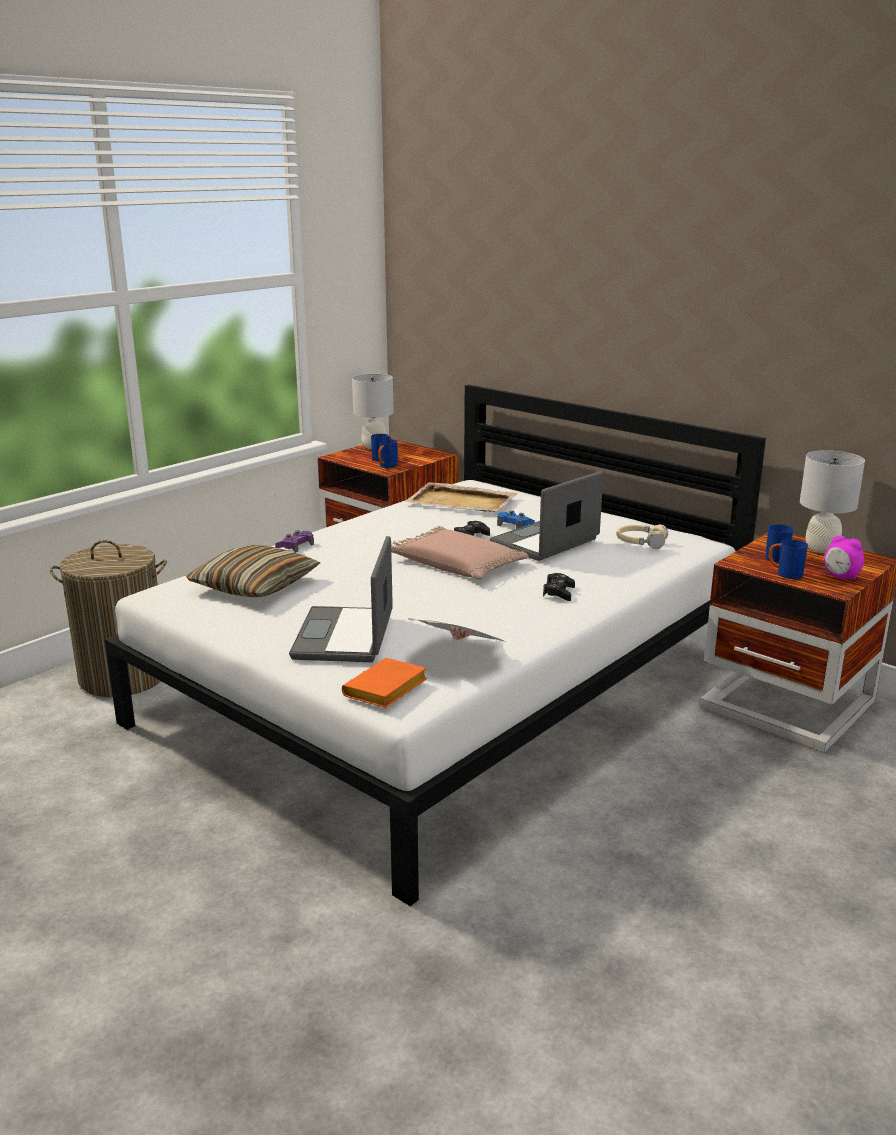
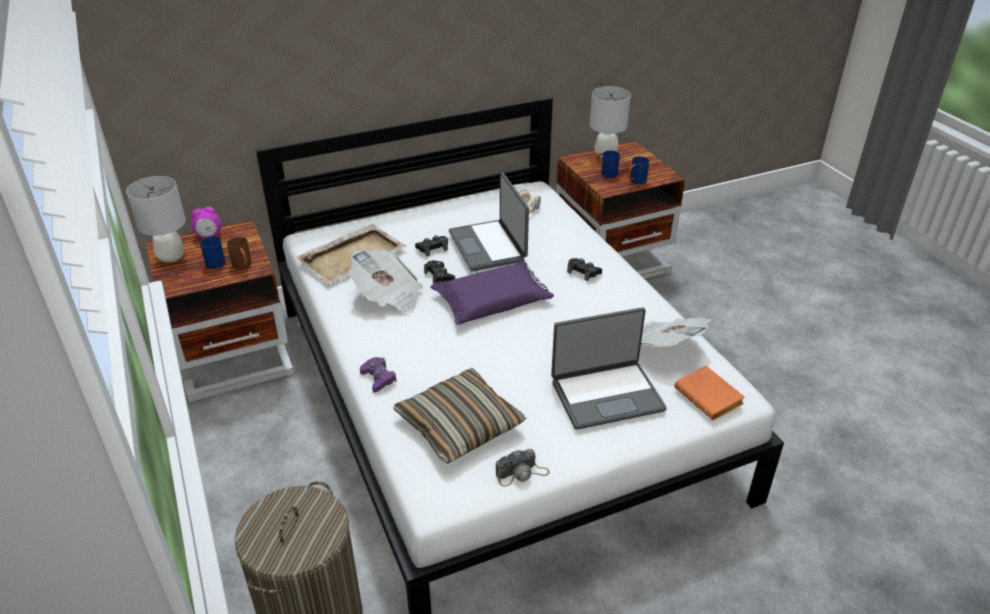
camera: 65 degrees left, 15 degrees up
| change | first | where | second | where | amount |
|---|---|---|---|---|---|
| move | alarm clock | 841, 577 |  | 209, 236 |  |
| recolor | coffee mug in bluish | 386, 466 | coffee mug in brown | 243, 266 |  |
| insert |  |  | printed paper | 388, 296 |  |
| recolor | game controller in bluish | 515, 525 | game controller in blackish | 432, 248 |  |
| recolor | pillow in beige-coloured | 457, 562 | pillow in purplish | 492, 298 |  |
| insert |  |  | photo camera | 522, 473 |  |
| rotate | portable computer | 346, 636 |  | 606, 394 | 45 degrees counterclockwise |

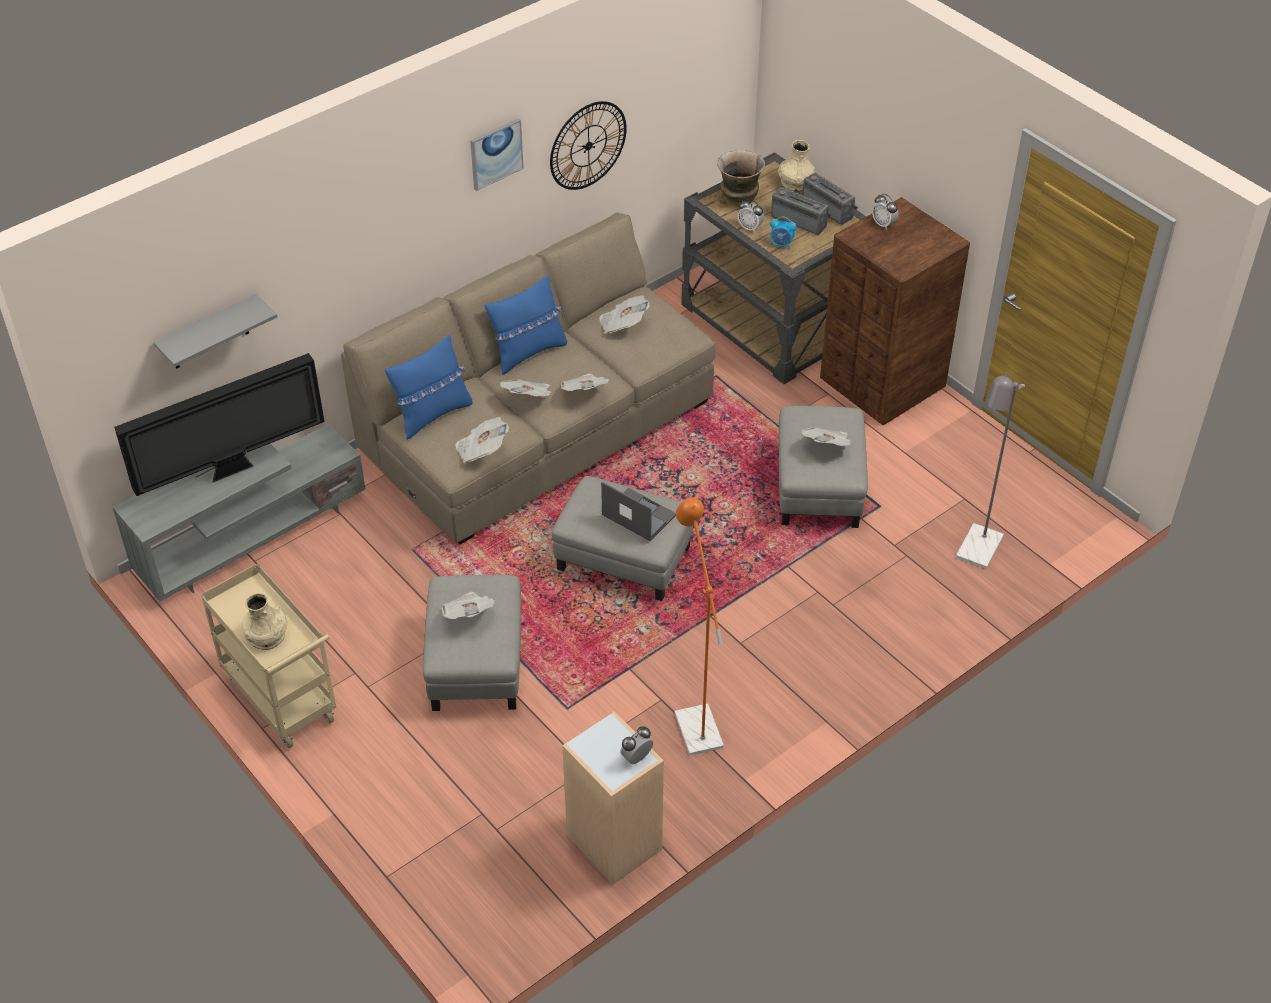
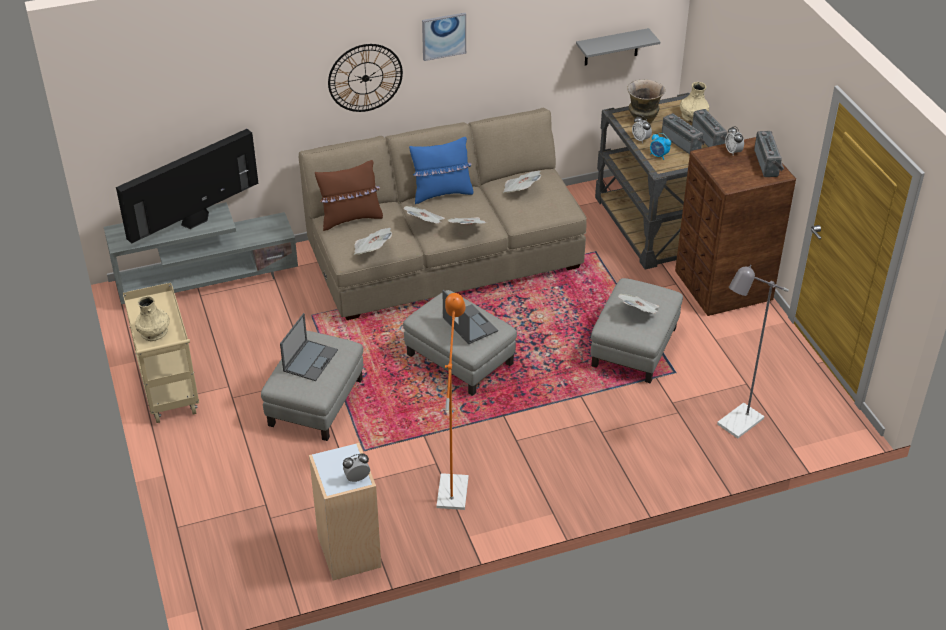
camera: 20 degrees right, 5 degrees down
| change | first | where | second | where | amount |
|---|---|---|---|---|---|
| rotate | TV | 233, 469 |  | 195, 221 | 150 degrees clockwise |
| replace | printed paper | 468, 615 | portable computer | 310, 360 |  |
| recolor | pillow in bluish | 432, 414 | pillow in brown | 350, 218 |  |
| move | wall clock | 588, 145 |  | 365, 78 |  |
| move | shelf in grey | 209, 333 |  | 611, 47 |  |
| insert |  |  | radio set | 768, 163 |  |

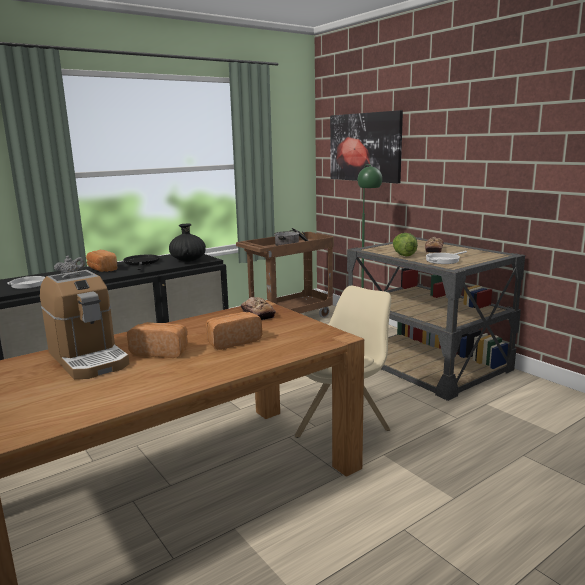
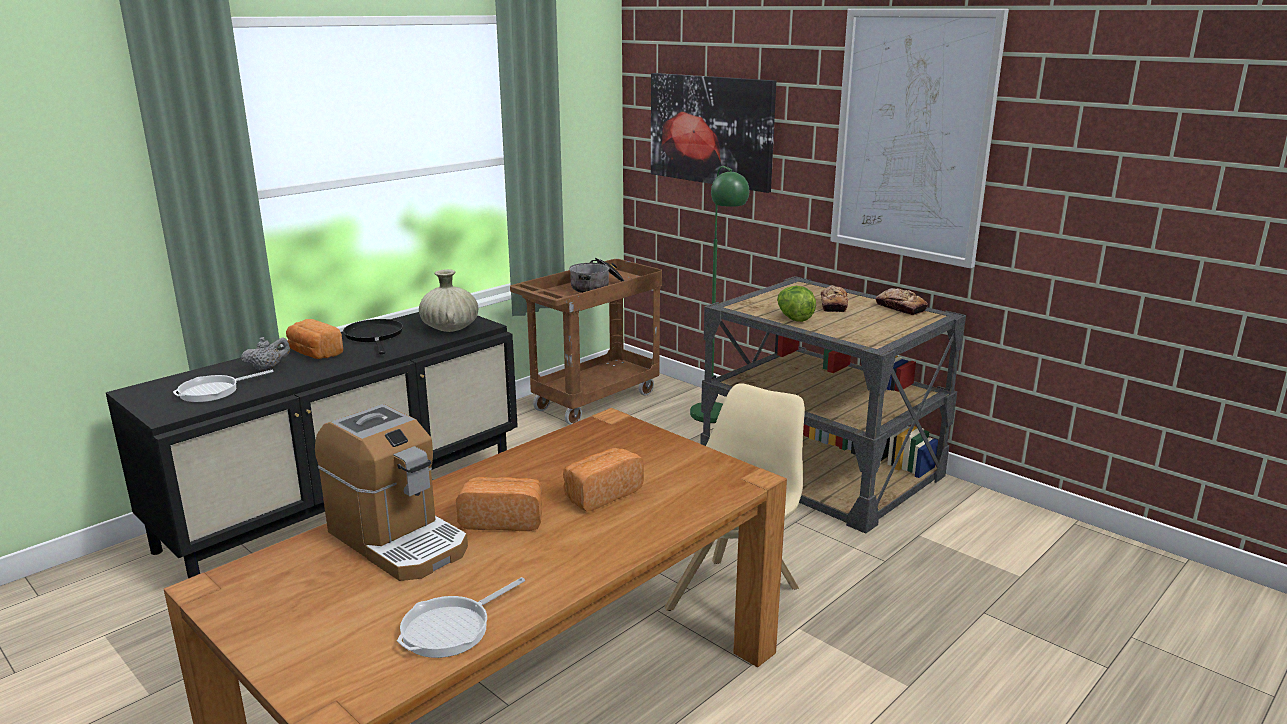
camera: 10 degrees left, 5 degrees up
| change | first | where | second | where | amount |
|---|---|---|---|---|---|
| move | frying pan | 444, 260 |  | 451, 628 |  |
| recolor | flower vase in blackish | 188, 260 | flower vase in beige-coloured | 450, 329 |  |
| insert |  |  | wall picture | 912, 136 |  |
| move | baked bread | 257, 314 |  | 900, 308 |  |

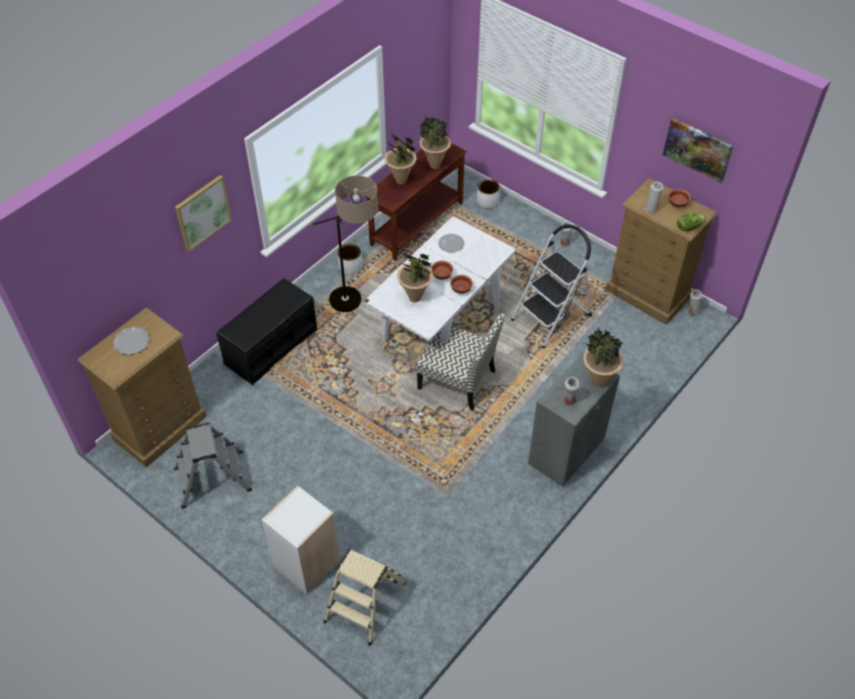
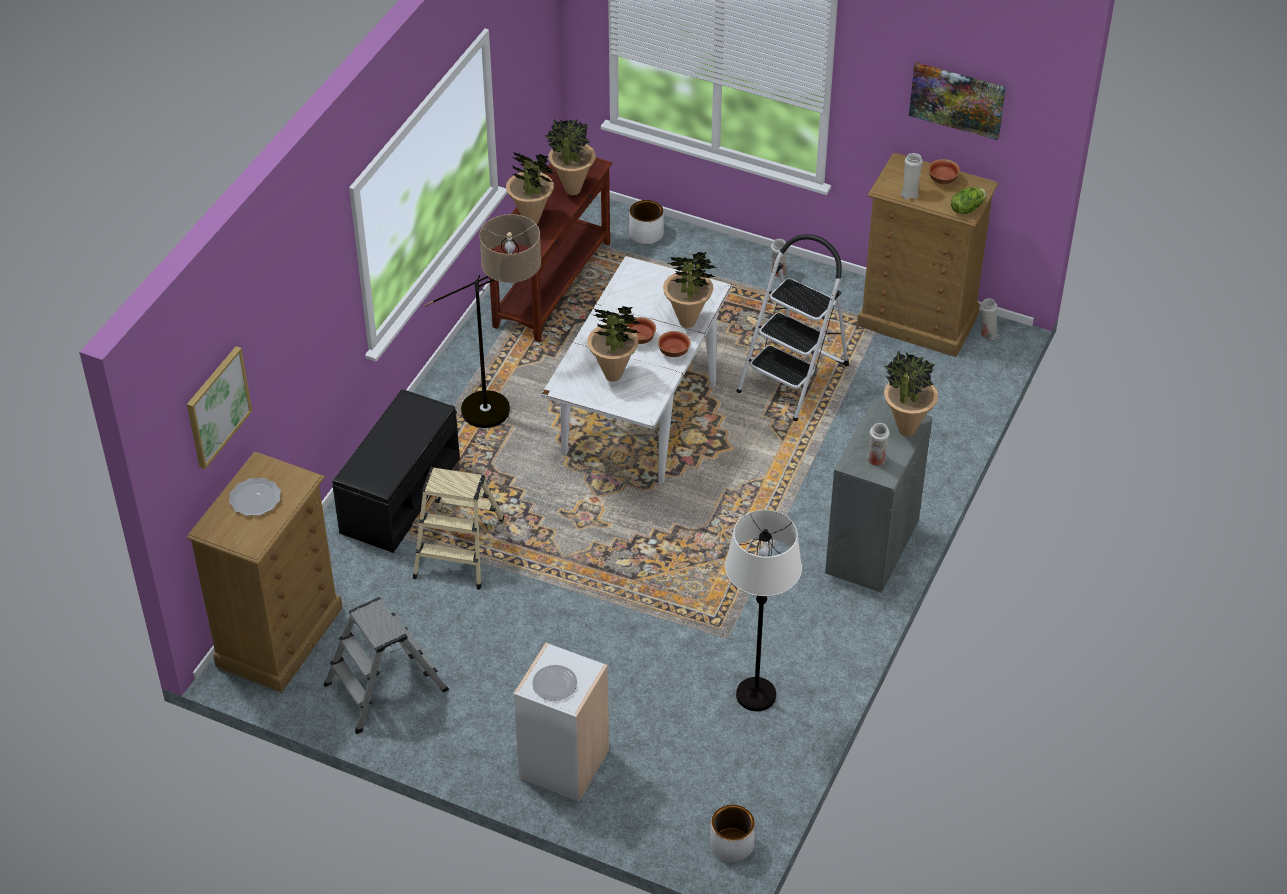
camera: 15 degrees left, 5 degrees down
| change | first | where | second | where | amount |
|---|---|---|---|---|---|
| move | wall picture | 203, 212 |  | 217, 406 |  |
| move | stepladder in beige-coloured | 365, 601 |  | 459, 547 |  |
| move | plate | 450, 244 |  | 554, 684 |  |
| insert |  |  | houseplant | 687, 322 |  |
| move | flower pot in whitish | 350, 267 |  | 731, 845 |  |
| insert |  |  | floor lamp in whitish | 756, 695 |  |
| delete | plain chair | 458, 380 |  |  |  |

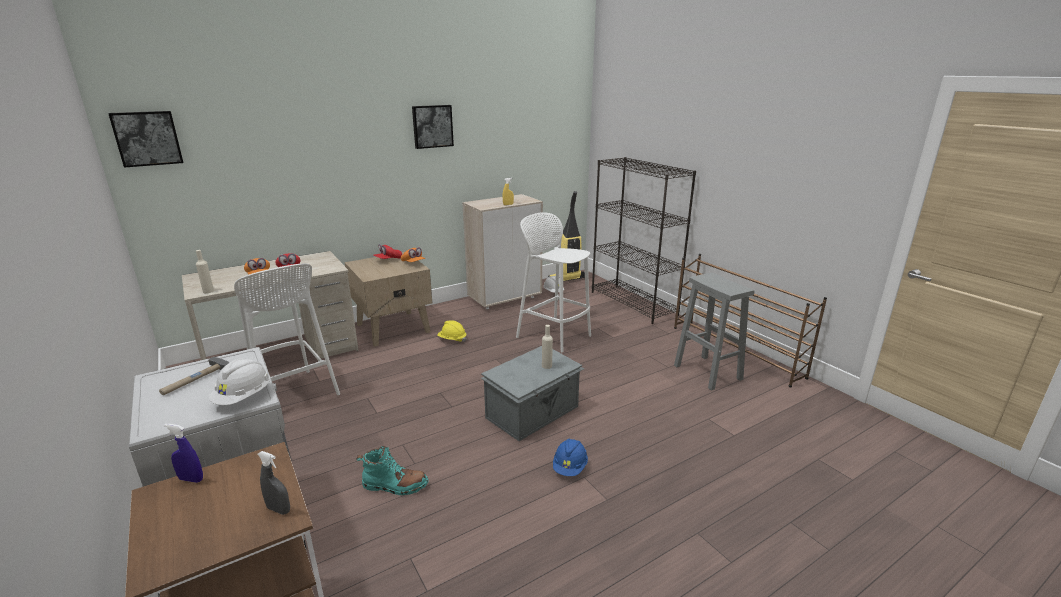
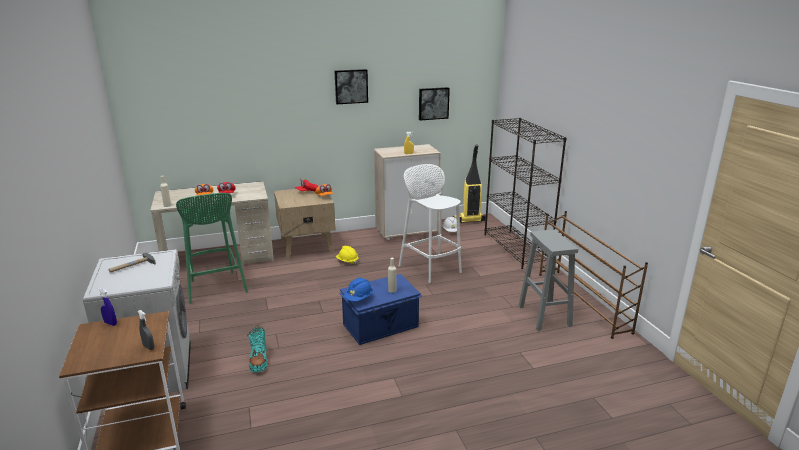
camera: 15 degrees right, 0 degrees up
| change | first | where | second | where | amount |
|---|---|---|---|---|---|
| recolor | stool seat in whitish | 292, 394 | stool seat in green | 216, 288 |  |
| rotate | high-top boot in blue-green | 395, 486 |  | 259, 360 | 60 degrees clockwise |
| recolor | storage container in grey | 533, 412 | storage container in bluish | 381, 326 |  |
| move | hard hat in bluish | 570, 467 |  | 359, 298 |  |
| move | wall picture | 147, 138 |  | 433, 103 |  |
| delete | hard hat in whitish | 243, 397 |  |  |  |

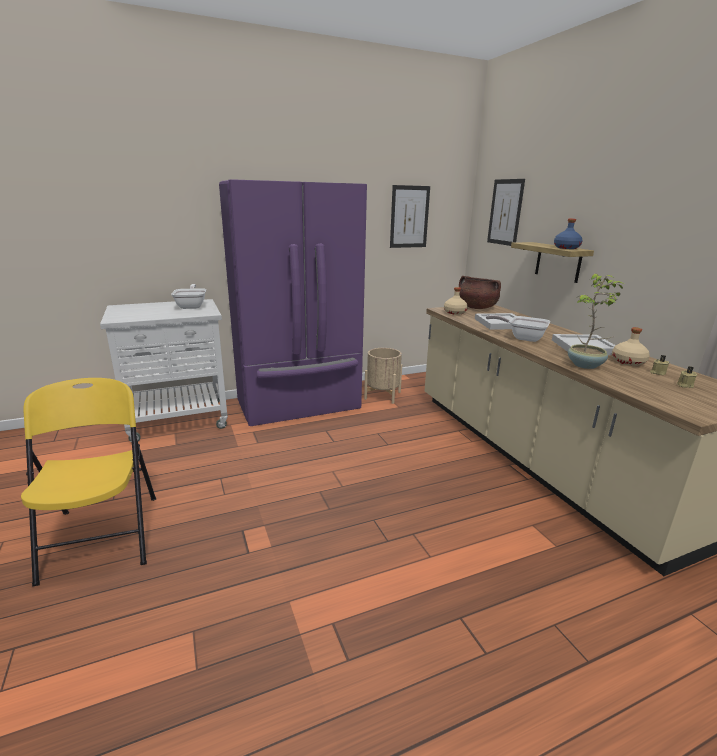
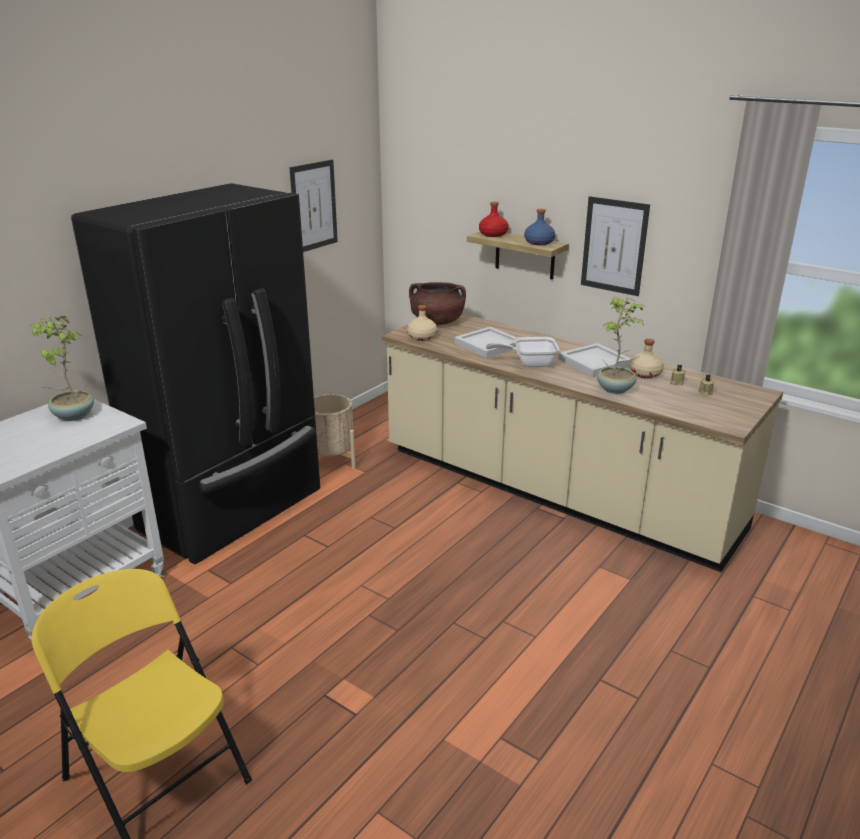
camera: 30 degrees left, 5 degrees up
| change | first | where | second | where | amount |
|---|---|---|---|---|---|
| replace | frying pan | 192, 306 | houseplant | 72, 416 |  |
| recolor | kitchen fridge in purplish | 301, 406 | kitchen fridge in blackish | 237, 510 |  |
| insert |  |  | beverage bottle in red-coloured | 493, 234 |  |
| move | wall picture | 505, 212 |  | 614, 246 |  |

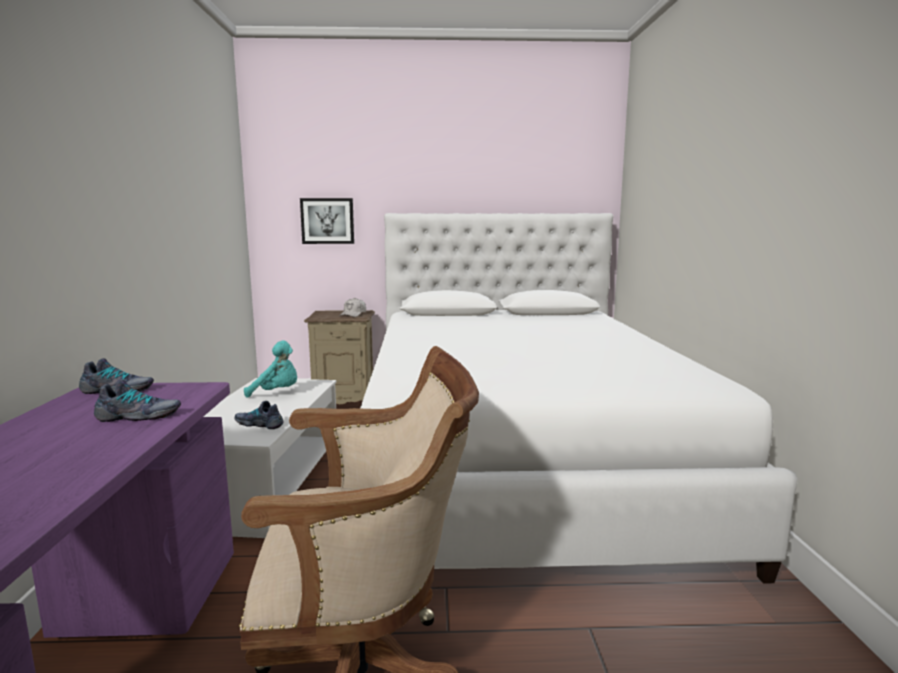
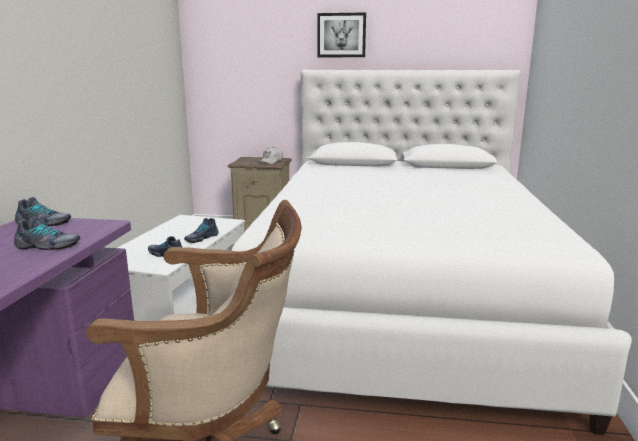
camera: 10 degrees right, 5 degrees up
| change | first | where | second | where | amount |
|---|---|---|---|---|---|
| insert |  |  | shoe | 201, 238 |  |
| move | wall picture | 327, 221 |  | 341, 35 |  |
| delete | plush toy in blue-green | 277, 393 |  |  |  |

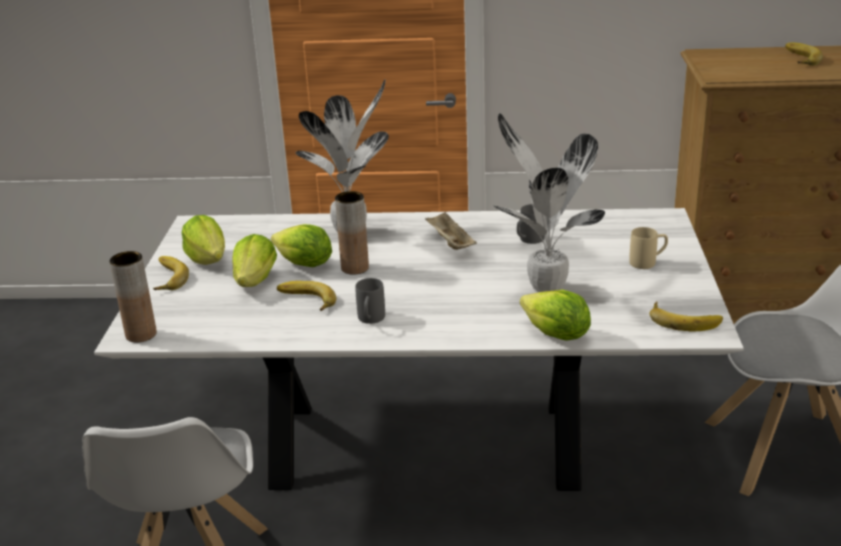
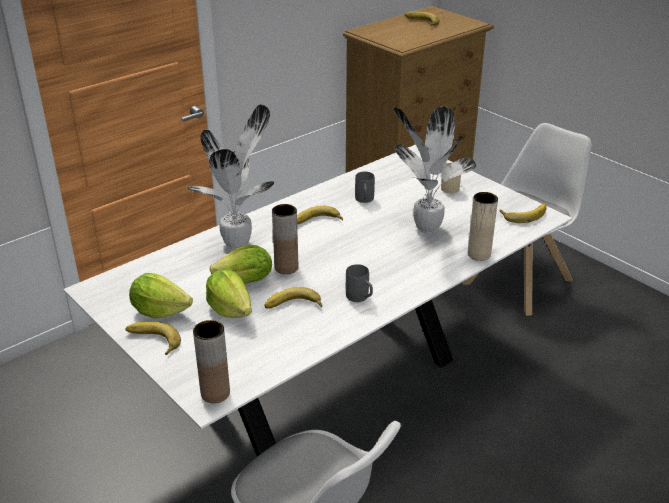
camera: 45 degrees left, 5 degrees up
| change | first | where | second | where | amount |
|---|---|---|---|---|---|
| replace | serving tray in beige-coloured | 450, 242 | banana fruit | 318, 222 |  |
| replace | lettuce head | 556, 335 | flower vase in beige-coloured | 479, 254 |  |

